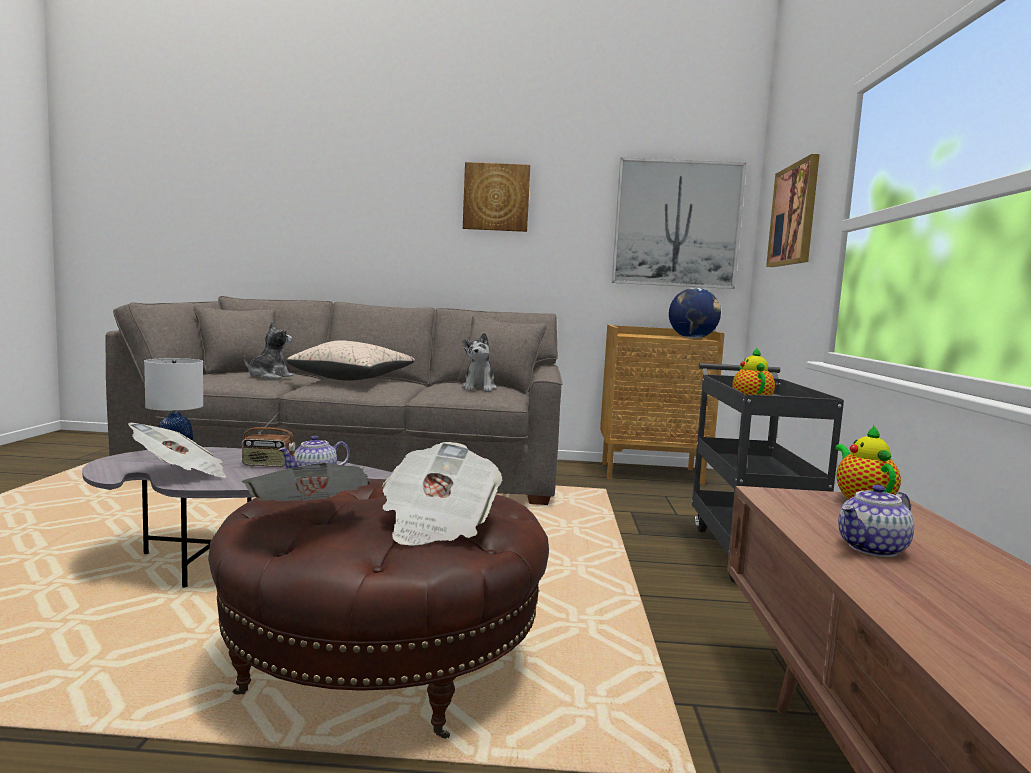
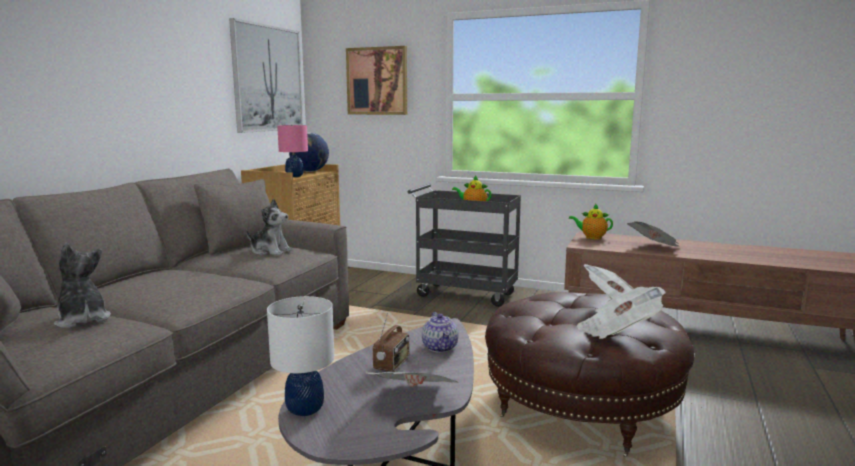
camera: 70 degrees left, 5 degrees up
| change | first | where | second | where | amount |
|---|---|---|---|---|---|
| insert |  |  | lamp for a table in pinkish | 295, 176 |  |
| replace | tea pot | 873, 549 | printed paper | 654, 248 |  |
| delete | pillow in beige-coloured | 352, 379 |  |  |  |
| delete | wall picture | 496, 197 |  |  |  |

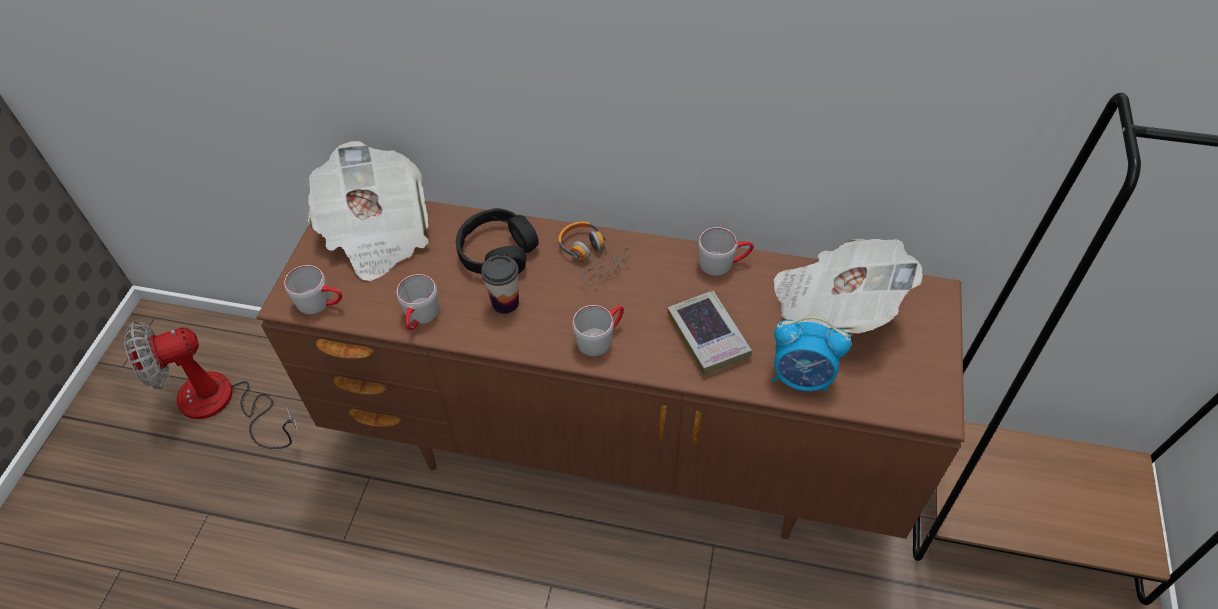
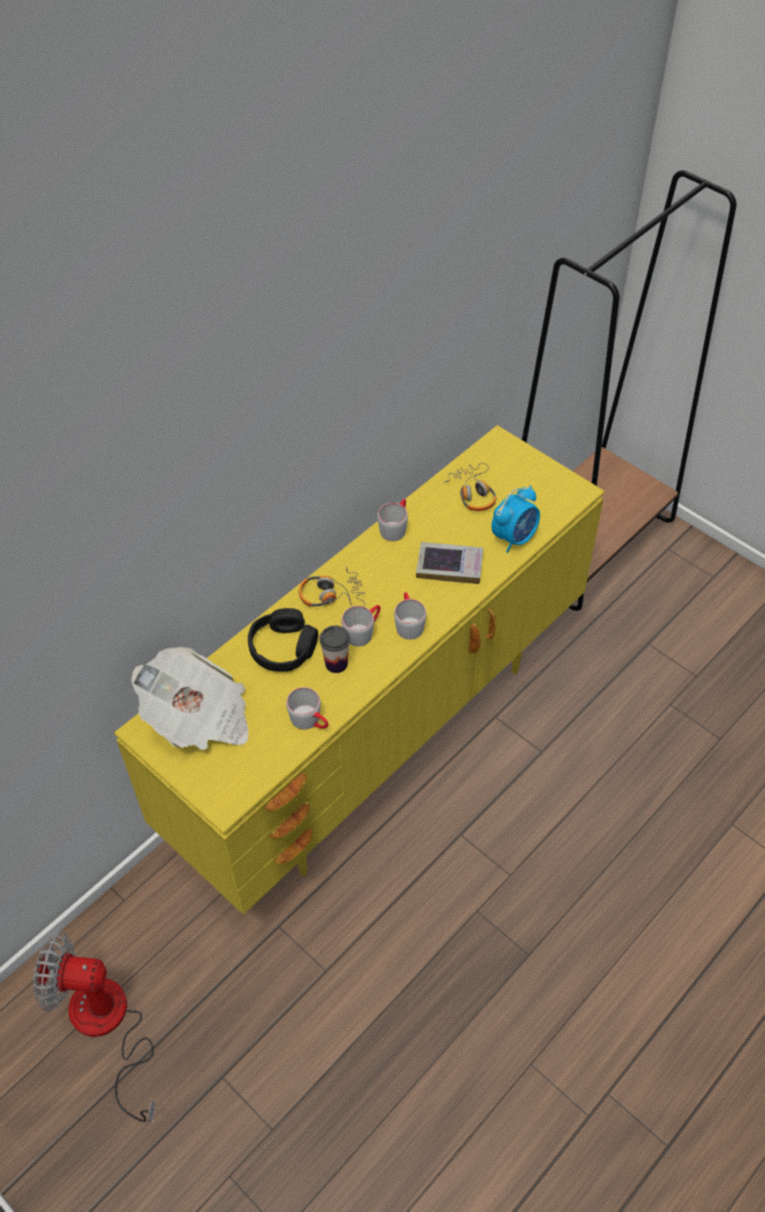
camera: 60 degrees left, 0 degrees up
| change | first | where | second | where | amount |
|---|---|---|---|---|---|
| rotate | fan | 221, 404 |  | 107, 1027 | 90 degrees clockwise |
| recolor | dresser in brown | 614, 454 | dresser in yellow-coloured | 382, 740 |  |
| move | coffee mug in grey | 321, 303 |  | 363, 631 |  |
| replace | printed paper | 834, 307 | headphones | 473, 493 |  |

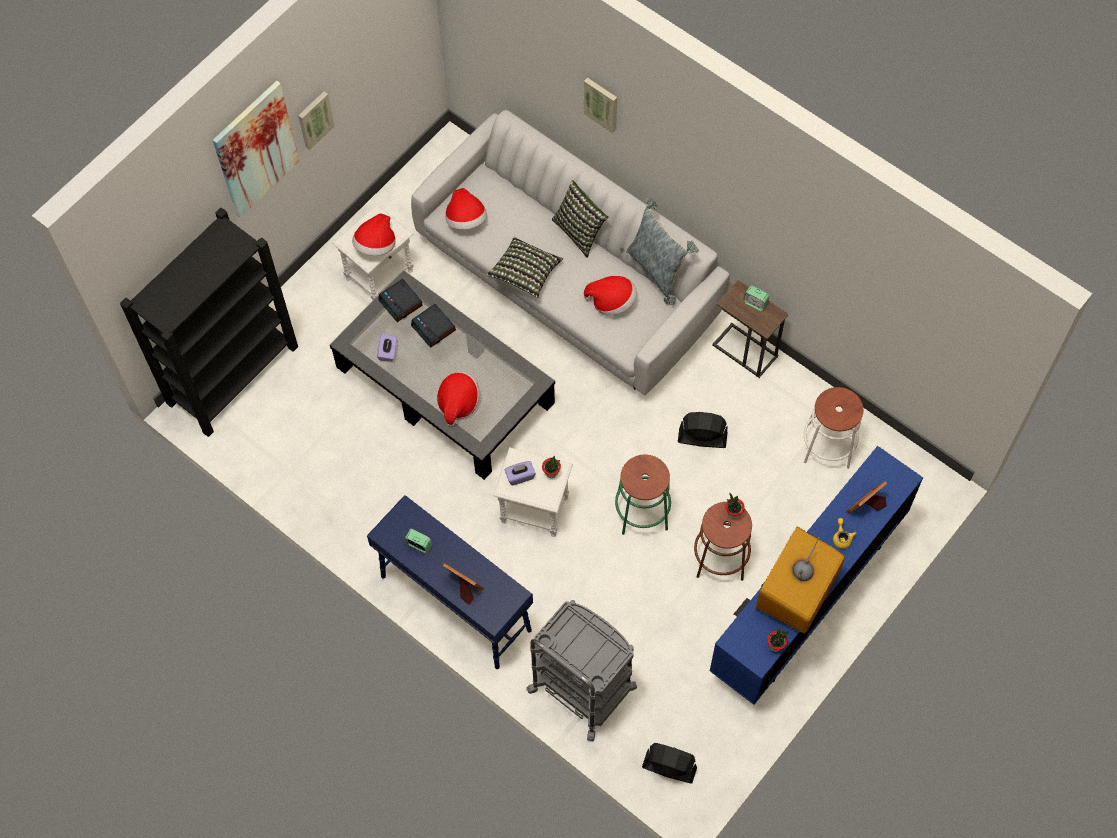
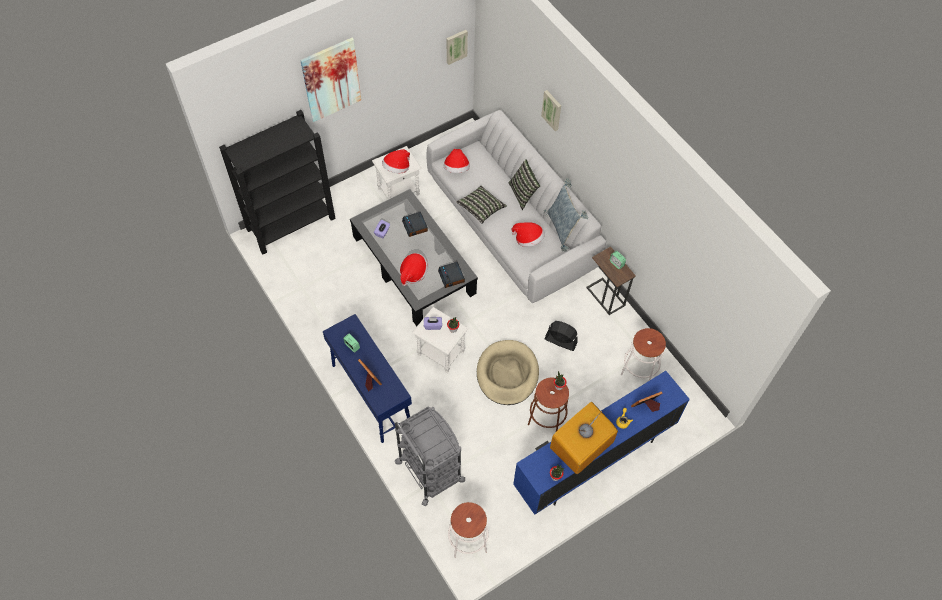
camera: 15 degrees right, 5 degrees down
| change | first | where | second | where | amount |
|---|---|---|---|---|---|
| move | alarm clock | 401, 303 |  | 451, 276 |  |
| move | wall picture | 314, 119 |  | 456, 46 |  |
| replace | fan in blackish | 669, 767 | stool seat in whitish | 468, 538 |  |
| replace | stool seat in green | 642, 511 | dog bed in beige-coloured | 507, 374 |  |

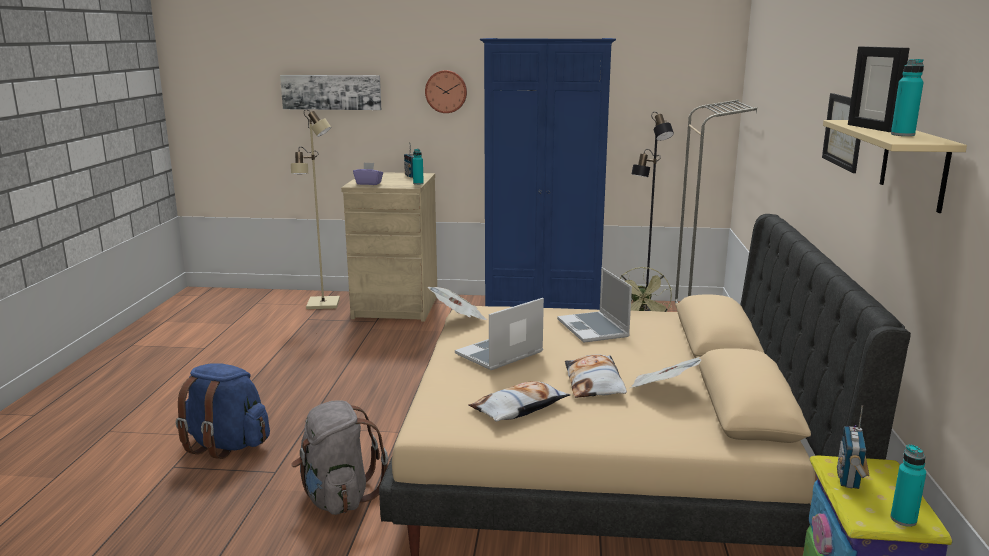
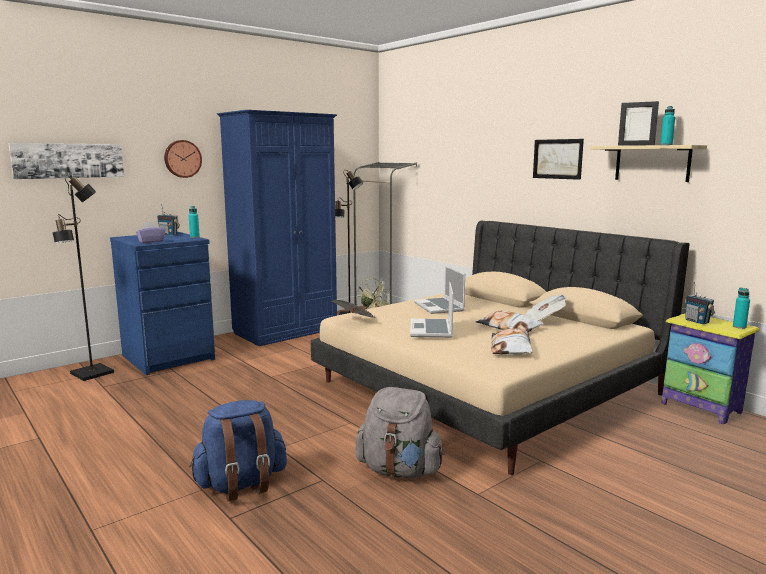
camera: 45 degrees left, 5 degrees down
| change | first | where | second | where | amount |
|---|---|---|---|---|---|
| recolor | floor lamp in beige-coloured | 323, 303 | floor lamp in blackish | 92, 373 |  |
| recolor | dresser in beige-coloured | 396, 307 | dresser in bluish | 169, 357 |  |
| rotate | portable computer | 594, 329 |  | 439, 307 | 45 degrees clockwise |

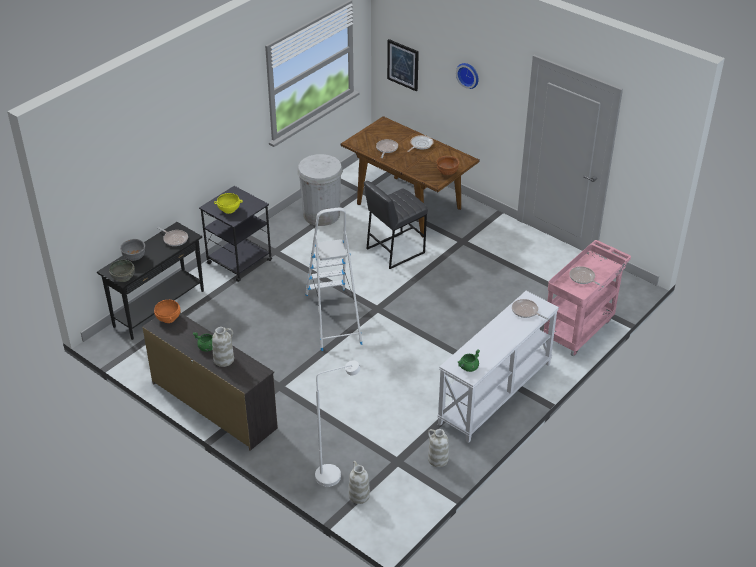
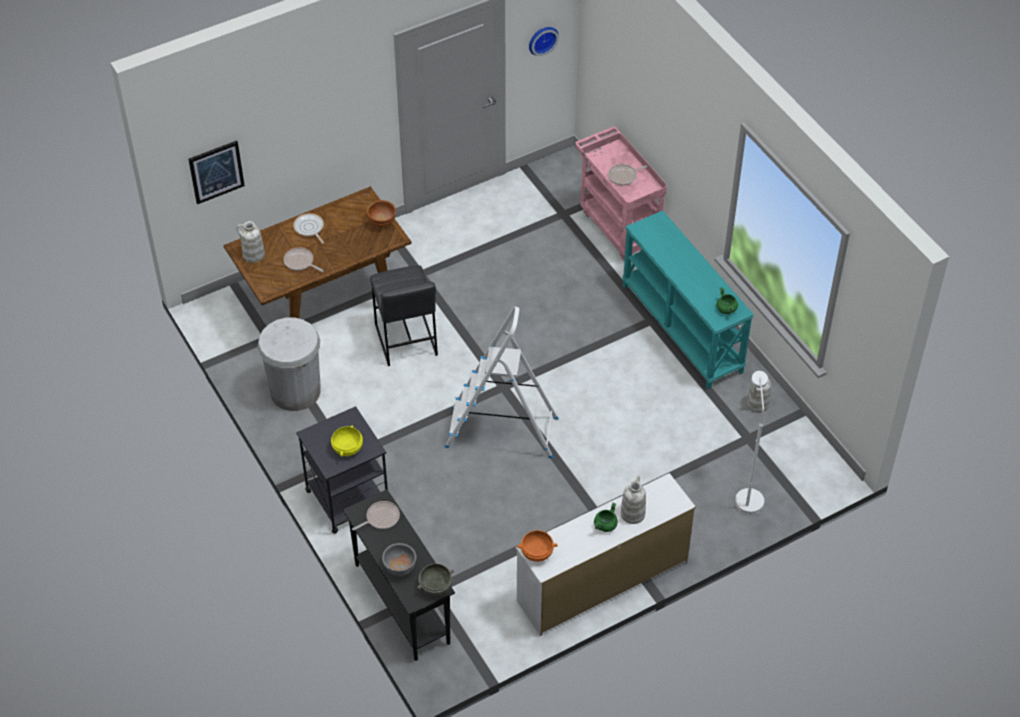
camera: 70 degrees left, 10 degrees up
| change | first | where | second | where | amount |
|---|---|---|---|---|---|
| move | flower vase in whitish | 358, 495 |  | 253, 255 |  |
| recolor | dresser in blackish | 214, 405 | dresser in whitish | 602, 581 |  |
| move | wall clock | 468, 75 |  | 542, 39 |  |
| recolor | console table in whitish | 495, 394 | console table in blue-green | 683, 328 |  |
| delete | frying pan | 526, 311 |  |  |  |

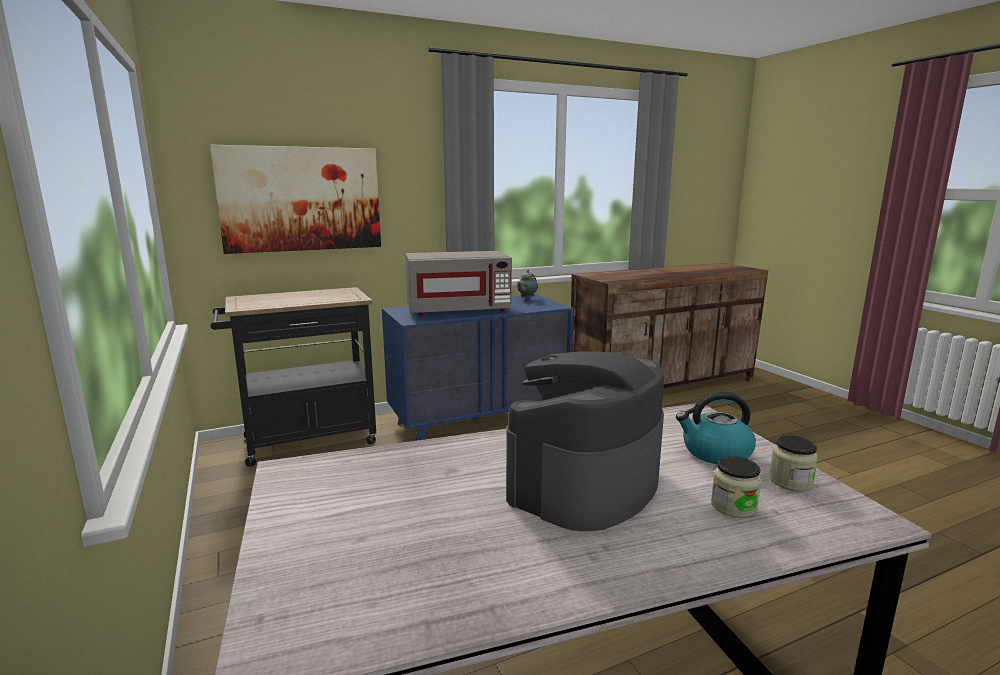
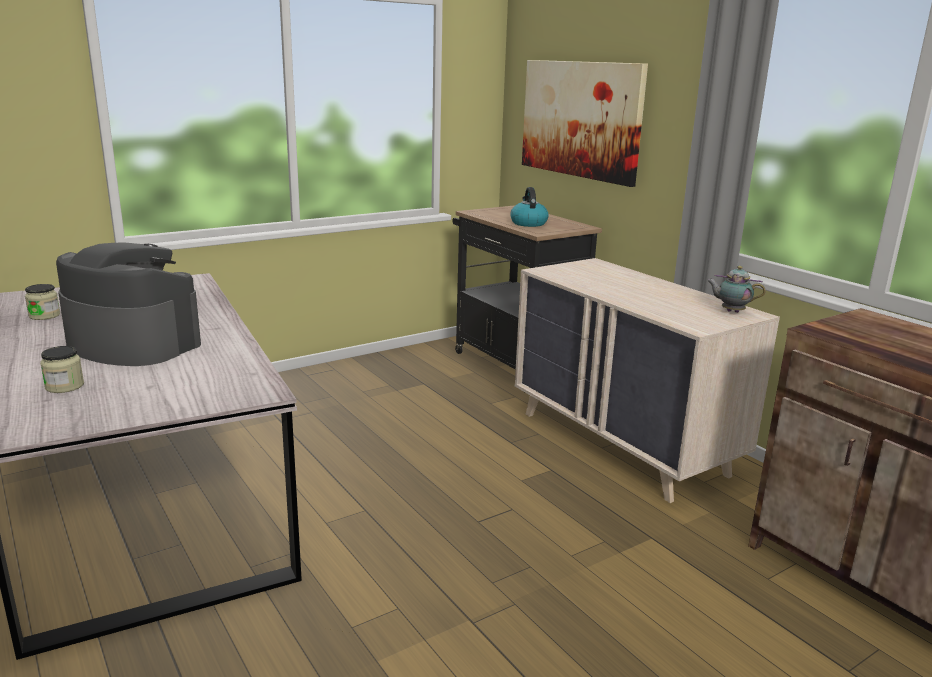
camera: 80 degrees right, 5 degrees up
| change | first | where | second | where | amount |
|---|---|---|---|---|---|
| move | storage jar | 790, 481 |  | 44, 315 |  |
| move | tea kettle | 715, 453 |  | 528, 223 |  |
| recolor | dresser in bluish | 479, 421 | dresser in beige-coloured | 622, 444 |  |
| delete | kitchen microwave in grey | 458, 311 |  |  |  |

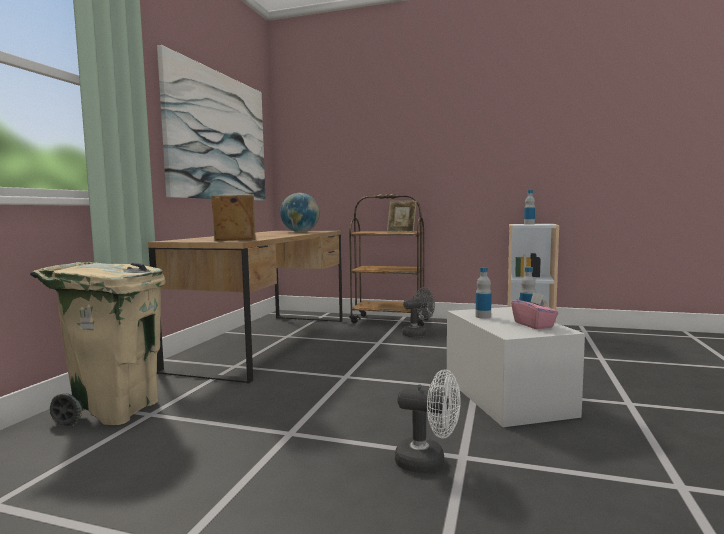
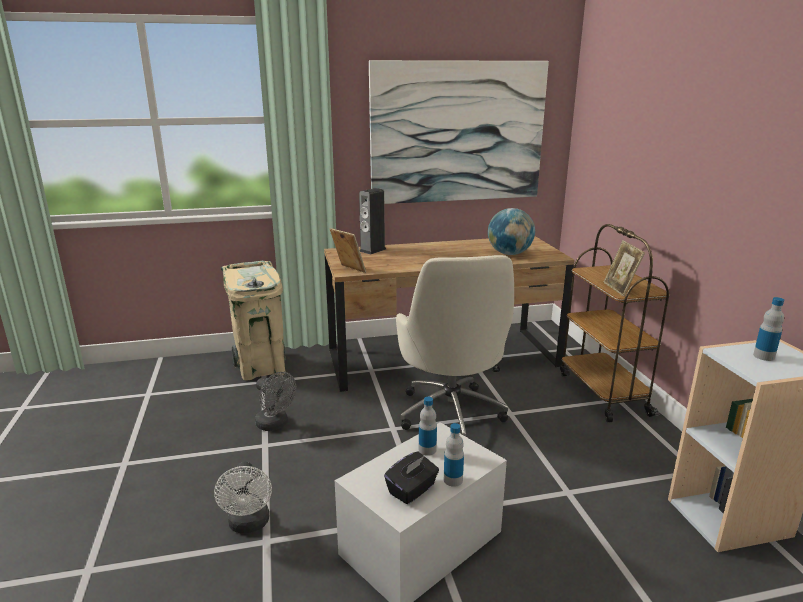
camera: 60 degrees right, 15 degrees up
| change | first | where | second | where | amount |
|---|---|---|---|---|---|
| move | fan in grey | 418, 334 |  | 275, 424 |  |
| insert |  |  | speaker | 372, 250 |  |
| recolor | tissue holder in pinkish | 534, 325 | tissue holder in blackish | 412, 490 |  |
| insert |  |  | desk chair in beige-coloured | 451, 415 |  |

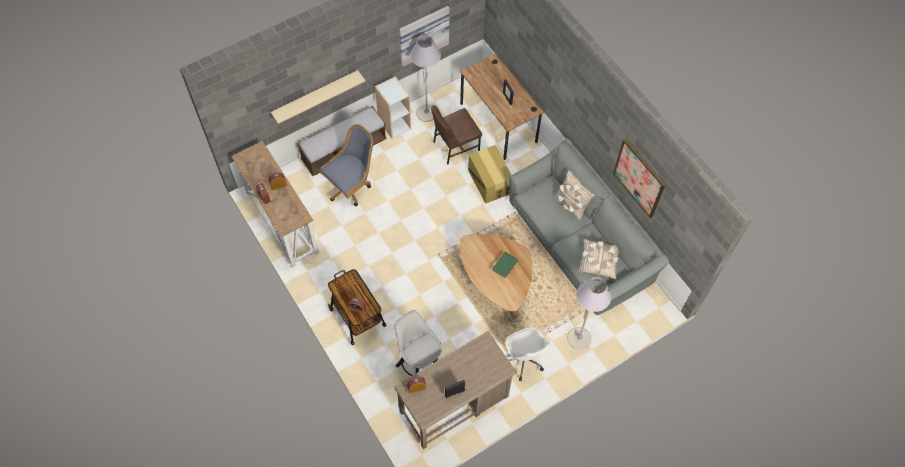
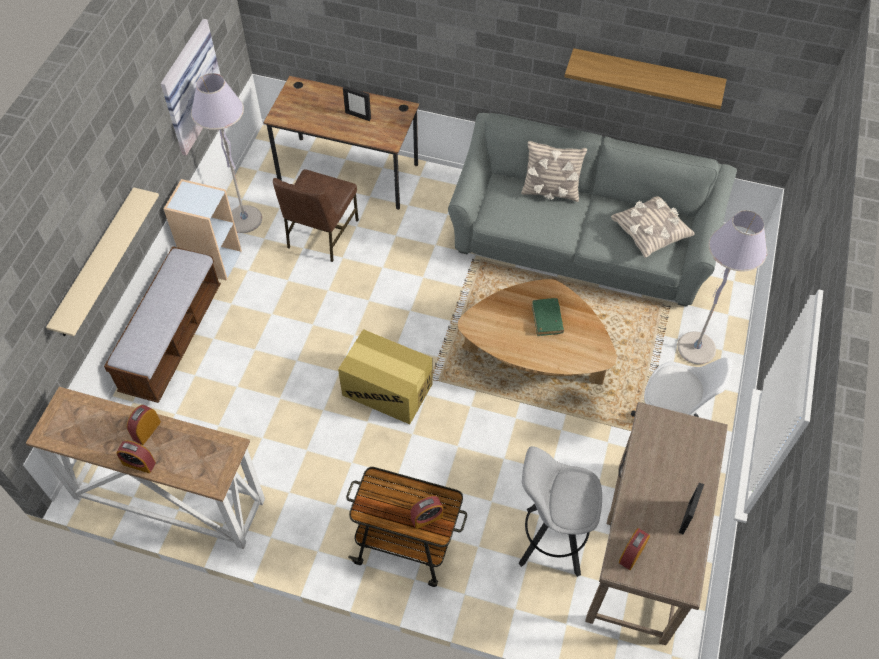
camera: 40 degrees left, 5 degrees down
| change | first | where | second | where | amount |
|---|---|---|---|---|---|
| move | packing box | 489, 181 |  | 387, 389 |  |
| replace | wall picture | 639, 178 | shelf | 646, 75 |  |
| delete | desk chair in bluish | 351, 186 |  |  |  |

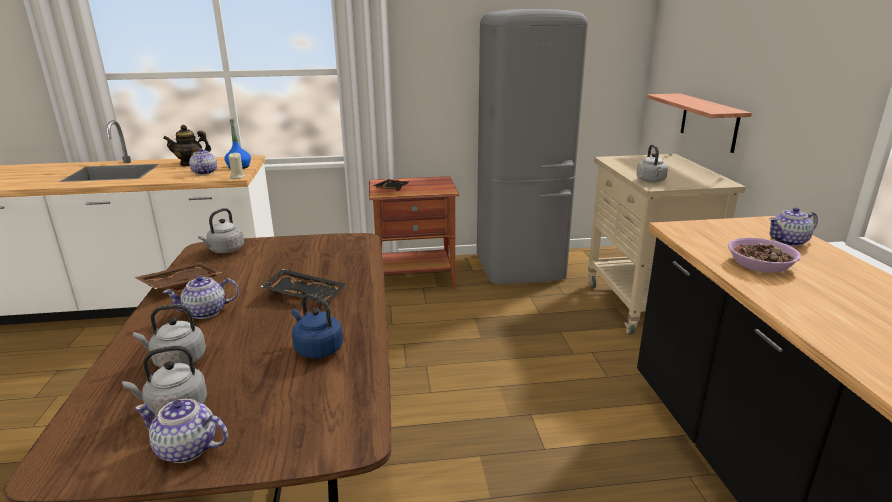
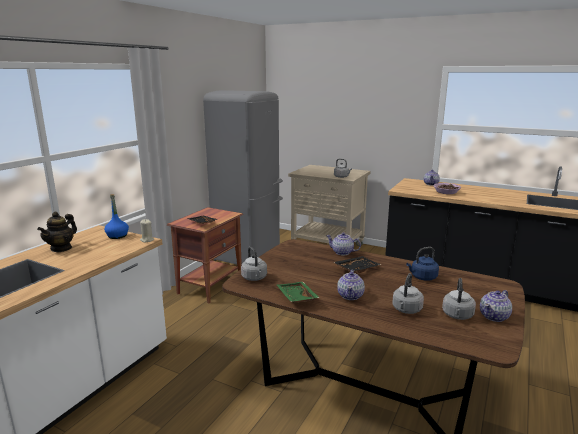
camera: 55 degrees left, 5 degrees down
| change | first | where | second | where | amount |
|---|---|---|---|---|---|
| recolor | serving tray in brown | 180, 284 | serving tray in green | 296, 298 |  |
| move | tea pot | 204, 172 |  | 342, 252 |  |
| delete | shelf | 709, 122 |  |  |  |

